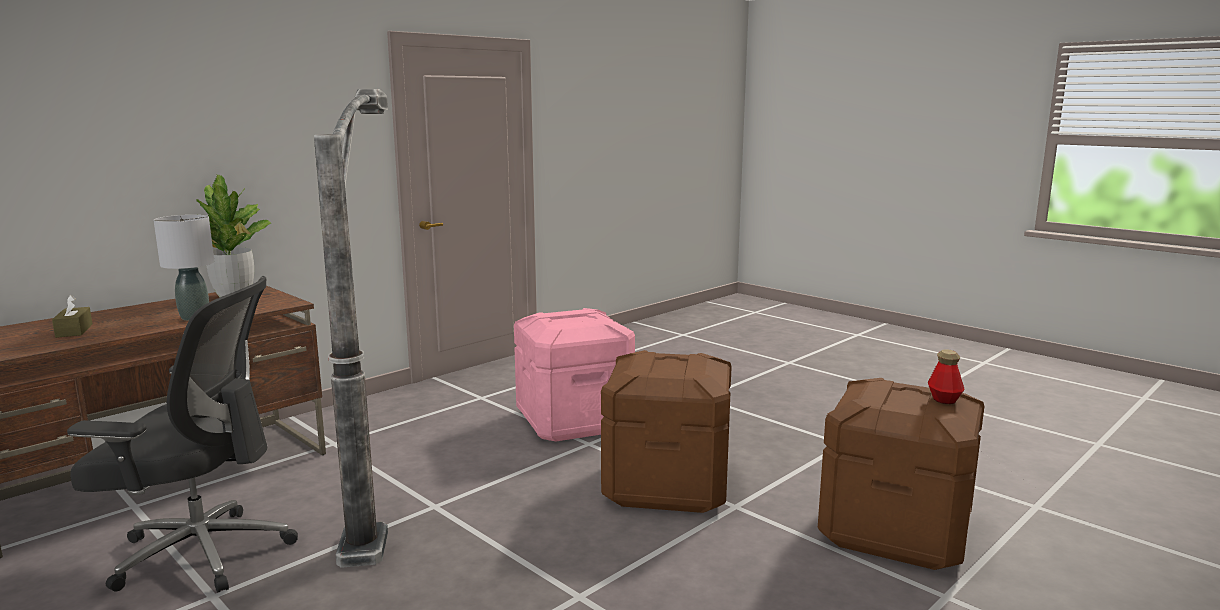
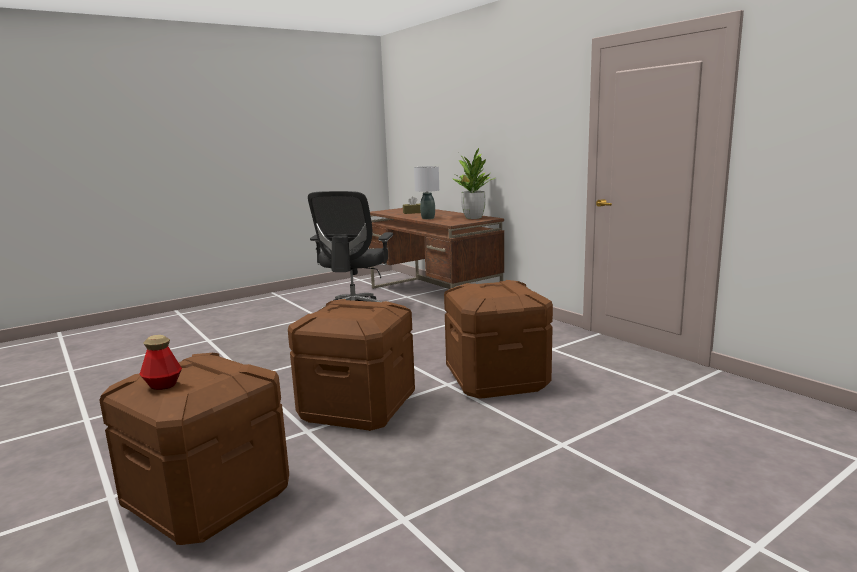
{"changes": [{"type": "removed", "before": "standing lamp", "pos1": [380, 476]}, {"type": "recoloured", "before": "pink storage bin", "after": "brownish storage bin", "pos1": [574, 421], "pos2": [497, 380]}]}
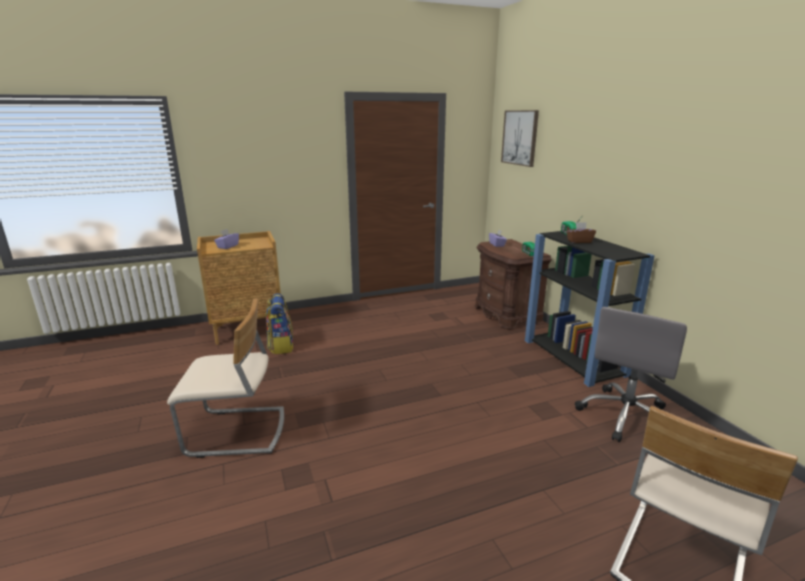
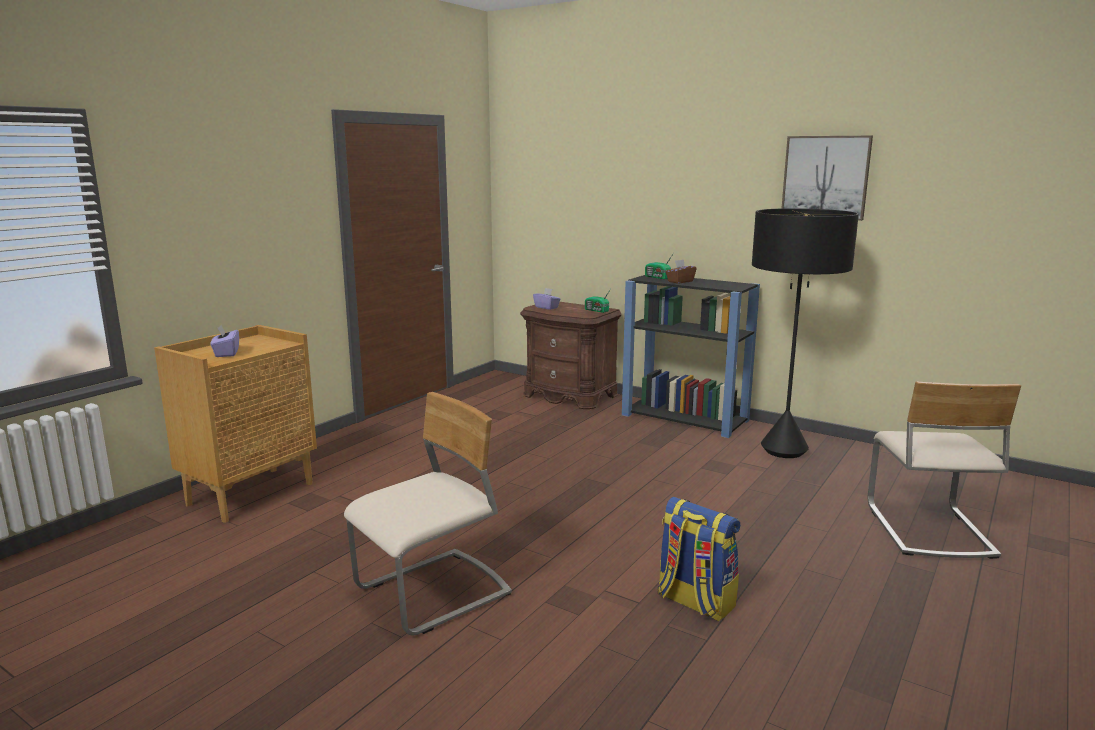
{"changes": [{"type": "moved", "before": "backpack", "pos1": [281, 346], "pos2": [694, 602]}, {"type": "moved", "before": "wall picture", "pos1": [520, 137], "pos2": [825, 177]}, {"type": "replaced", "before": "gray desk chair", "after": "black standing lamp", "pos1": [625, 416], "pos2": [784, 451]}]}
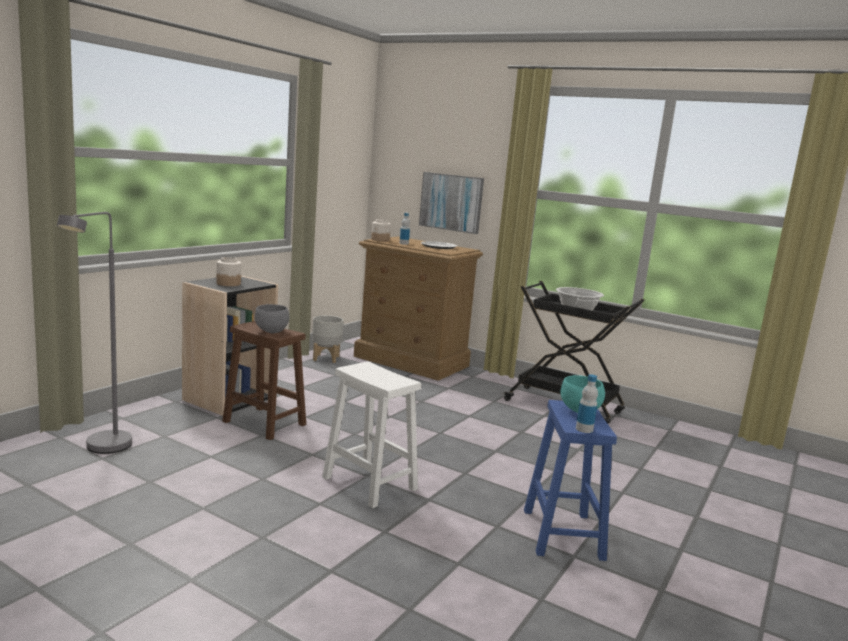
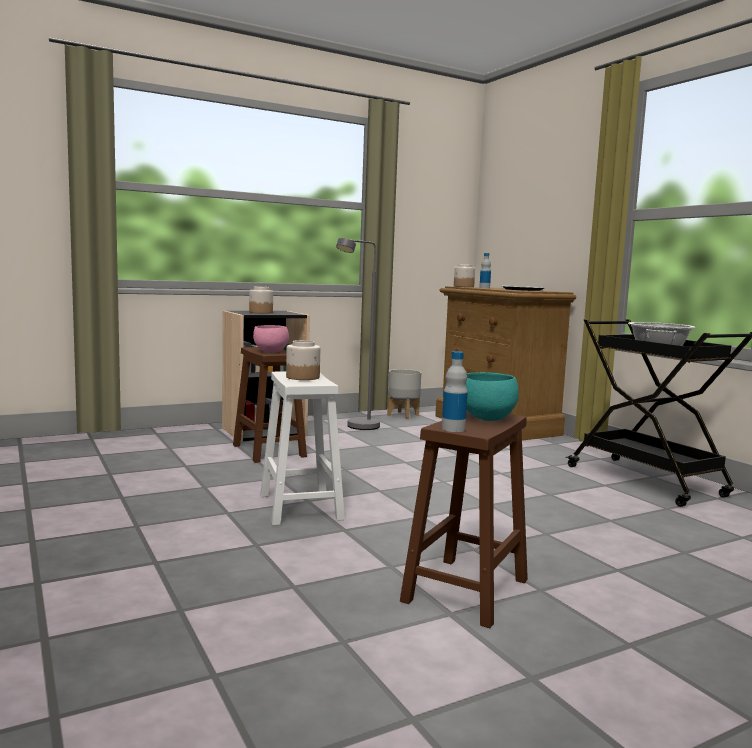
{"changes": [{"type": "moved", "before": "gray standing lamp", "pos1": [102, 449], "pos2": [357, 427]}, {"type": "recoloured", "before": "gray bowl", "after": "pink bowl", "pos1": [271, 331], "pos2": [270, 352]}, {"type": "removed", "before": "wall picture", "pos1": [451, 202]}, {"type": "recoloured", "before": "blue stool", "after": "brownish stool", "pos1": [563, 535], "pos2": [465, 591]}, {"type": "added", "after": "preserve jar", "pos2": [303, 377]}]}
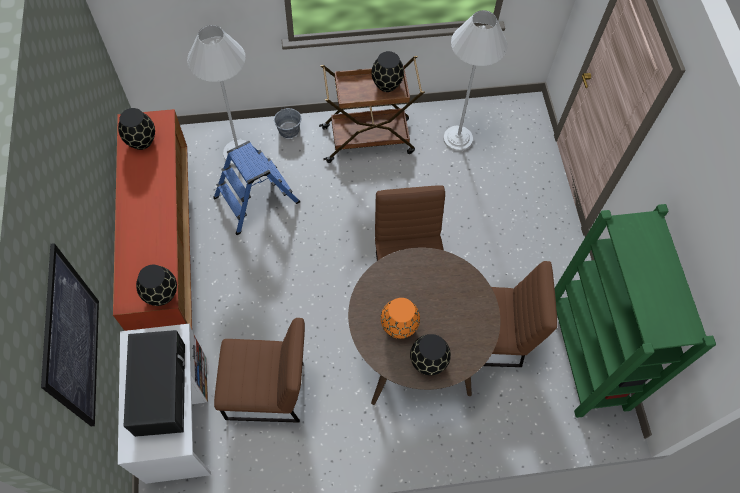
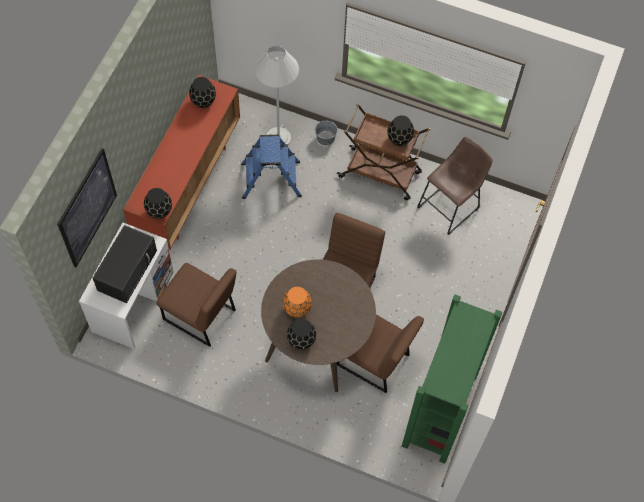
{"changes": [{"type": "replaced", "before": "white standing lamp", "after": "brownish stool", "pos1": [458, 138], "pos2": [451, 206]}]}
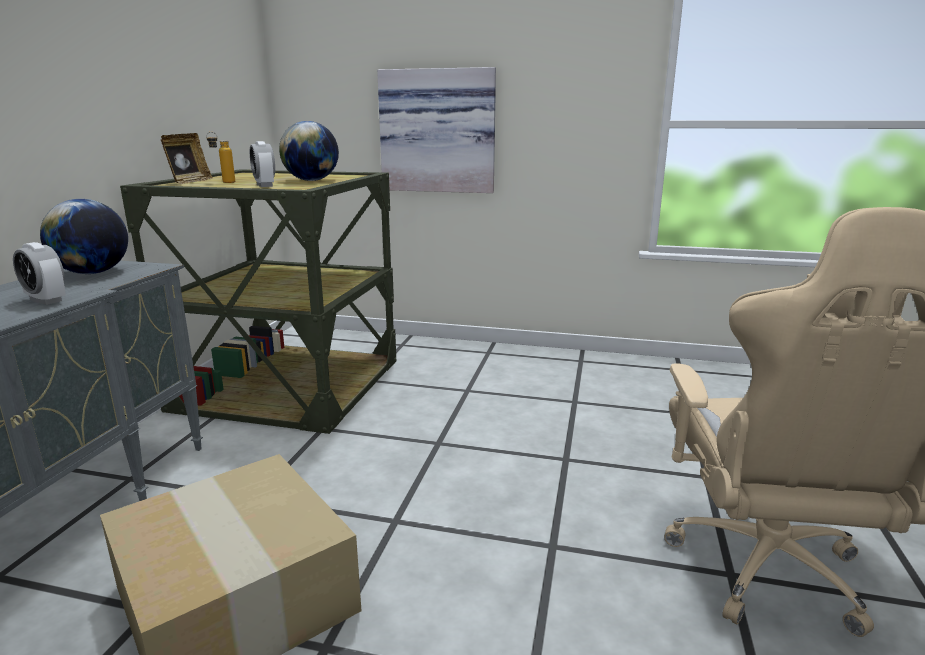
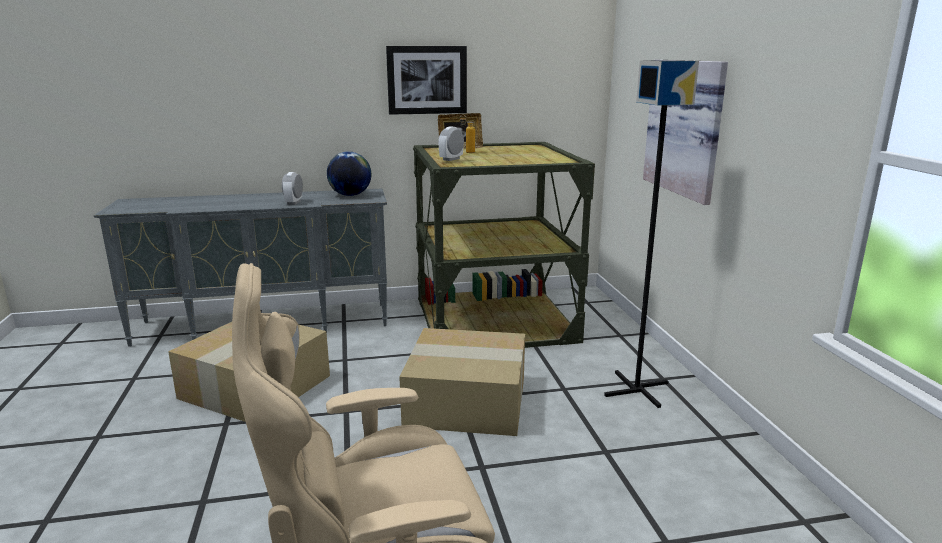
{"changes": [{"type": "removed", "before": "world globe", "pos1": [311, 180]}, {"type": "added", "after": "wall picture", "pos2": [427, 80]}, {"type": "added", "after": "cardboard box", "pos2": [468, 400]}, {"type": "added", "after": "black standing lamp", "pos2": [637, 389]}]}
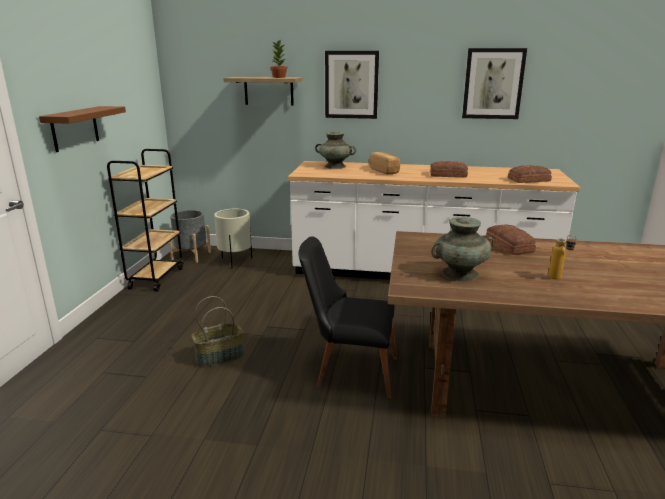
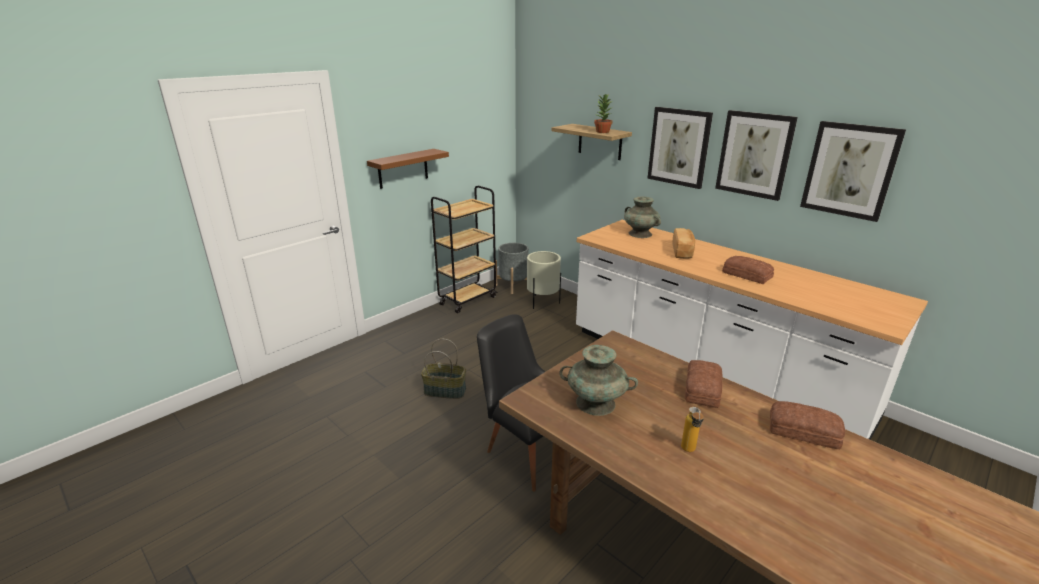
{"changes": [{"type": "moved", "before": "bread", "pos1": [529, 180], "pos2": [804, 432]}, {"type": "added", "after": "wall picture", "pos2": [754, 154]}]}
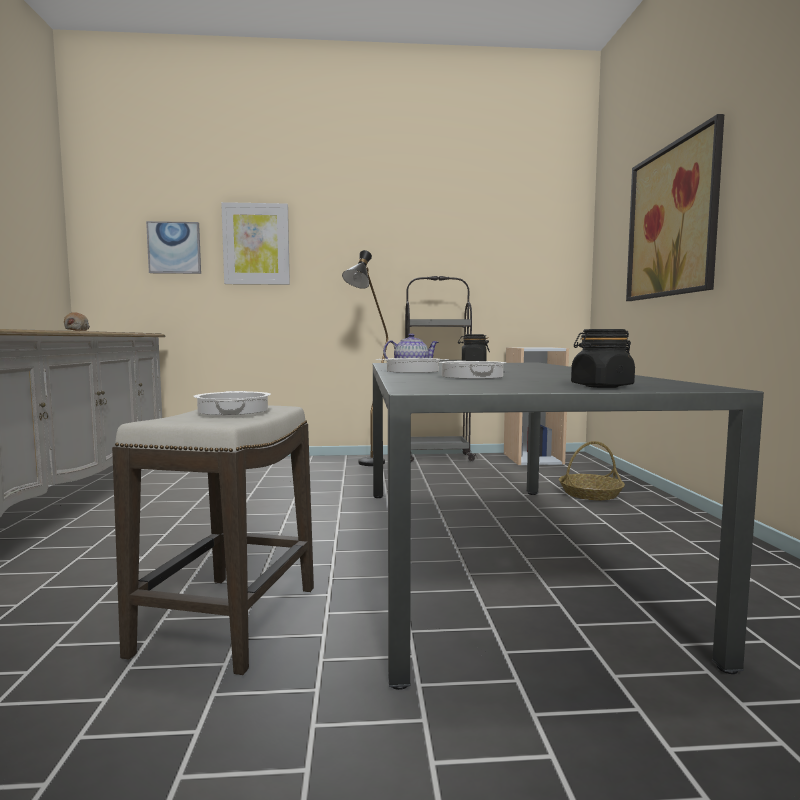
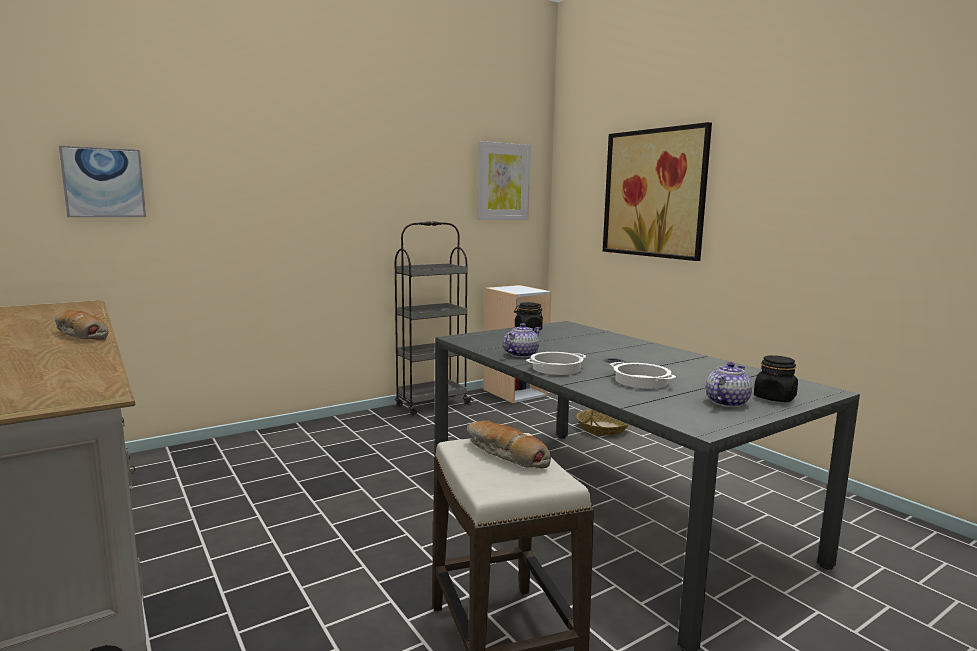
{"changes": [{"type": "replaced", "before": "cooking pot", "after": "bread", "pos1": [232, 410], "pos2": [504, 455]}, {"type": "moved", "before": "wall picture", "pos1": [256, 244], "pos2": [503, 182]}, {"type": "removed", "before": "black standing lamp", "pos1": [367, 465]}, {"type": "added", "after": "pot for tea", "pos2": [726, 402]}]}
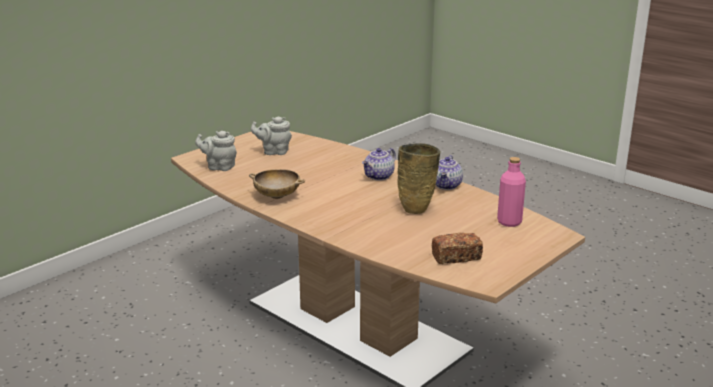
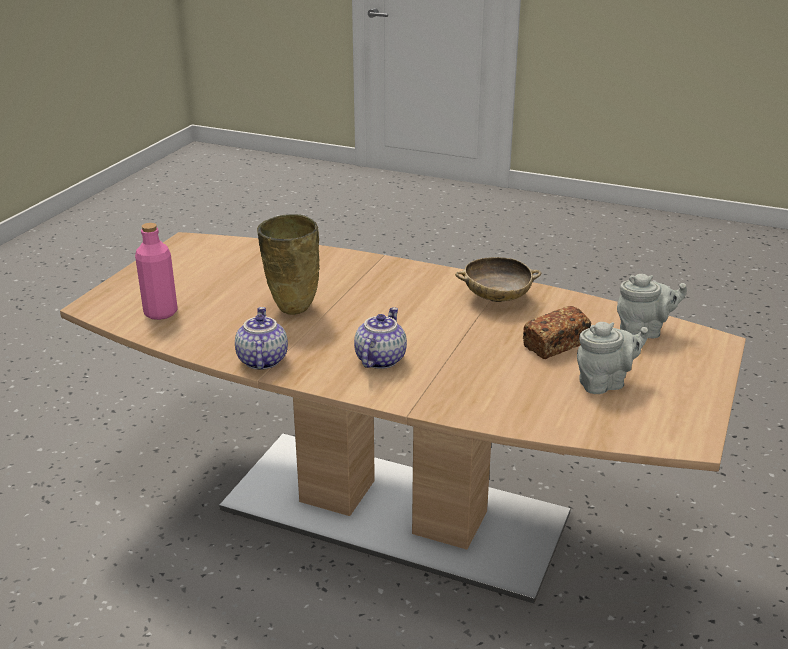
{"changes": [{"type": "moved", "before": "bread", "pos1": [456, 257], "pos2": [555, 345]}]}
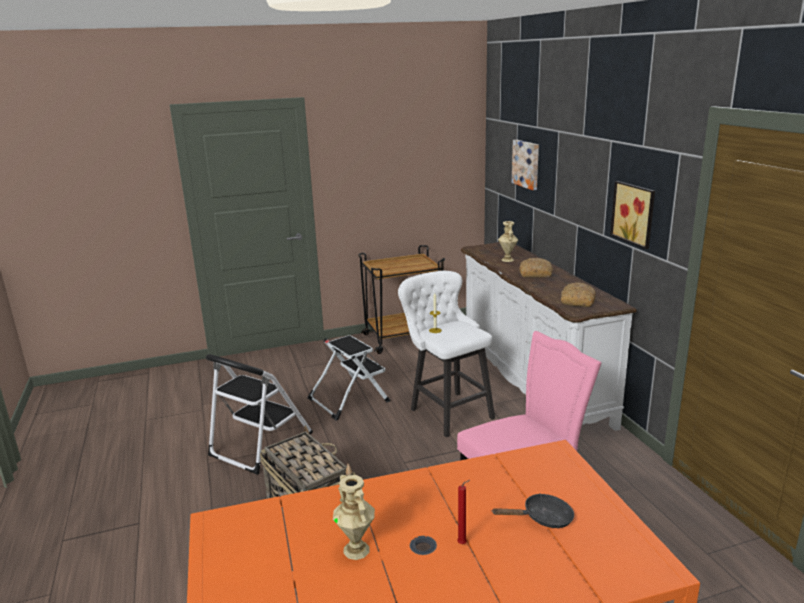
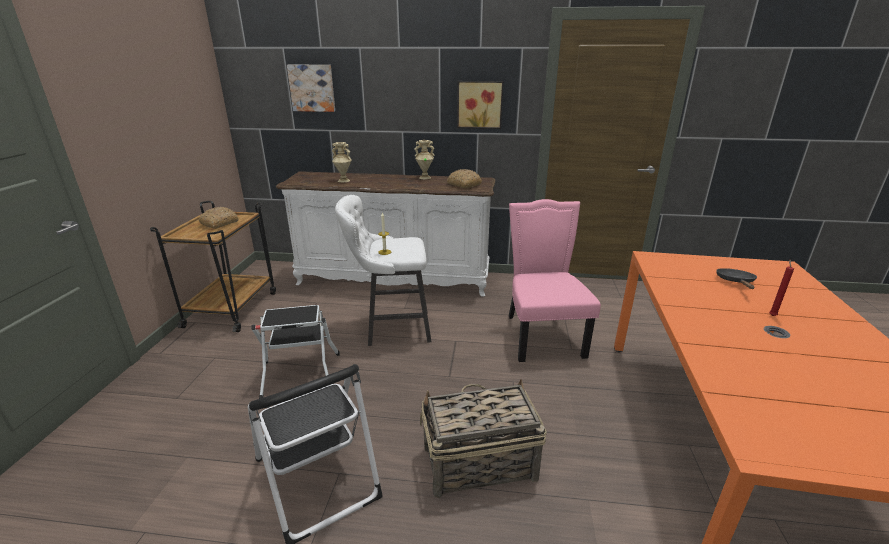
{"changes": [{"type": "moved", "before": "beige flower vase", "pos1": [357, 549], "pos2": [425, 177]}, {"type": "moved", "before": "bread", "pos1": [536, 274], "pos2": [220, 223]}]}
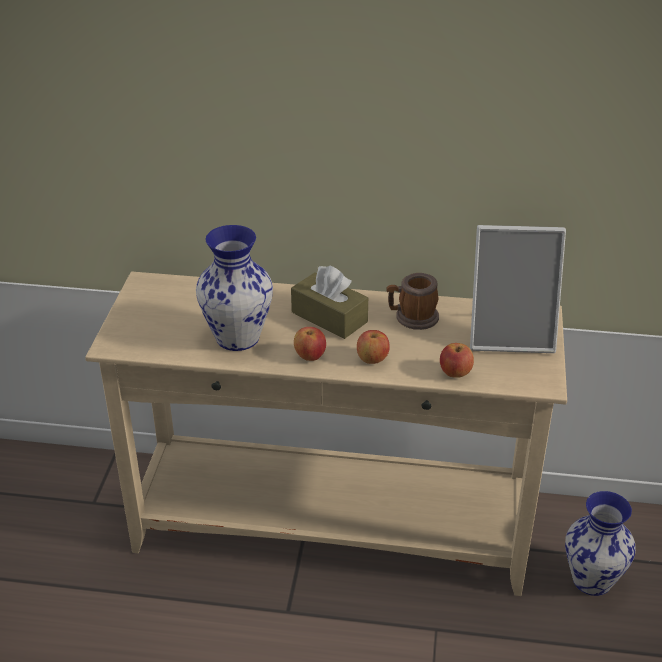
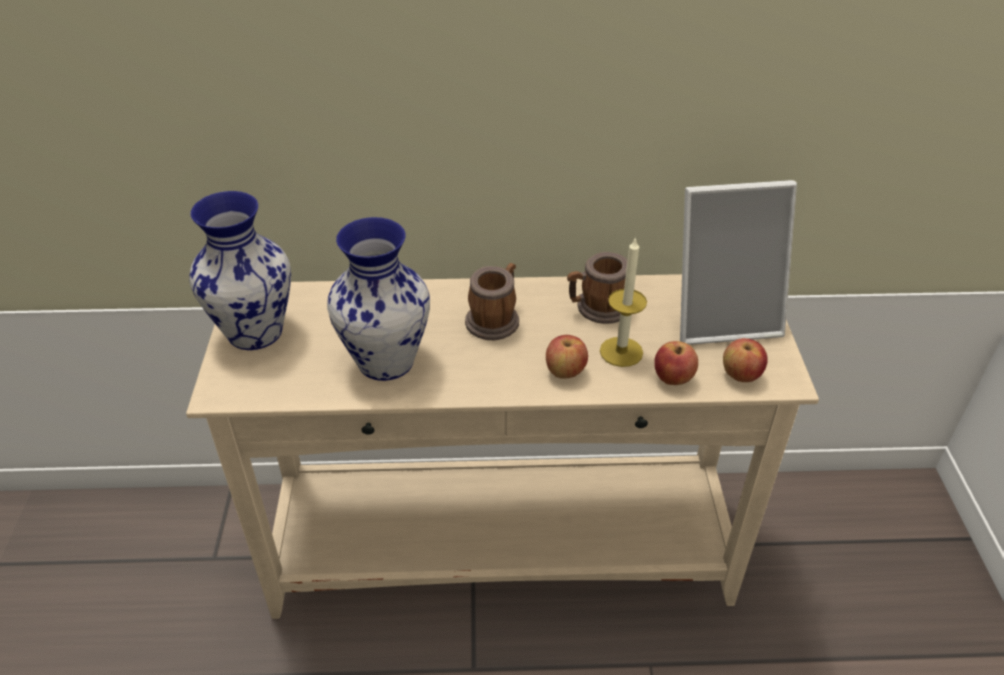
{"changes": [{"type": "replaced", "before": "brownish tissue box", "after": "tea mug", "pos1": [329, 317], "pos2": [495, 319]}, {"type": "moved", "before": "apple", "pos1": [310, 356], "pos2": [741, 375]}, {"type": "moved", "before": "flower vase", "pos1": [592, 579], "pos2": [256, 331]}, {"type": "added", "after": "wax light", "pos2": [621, 352]}]}
